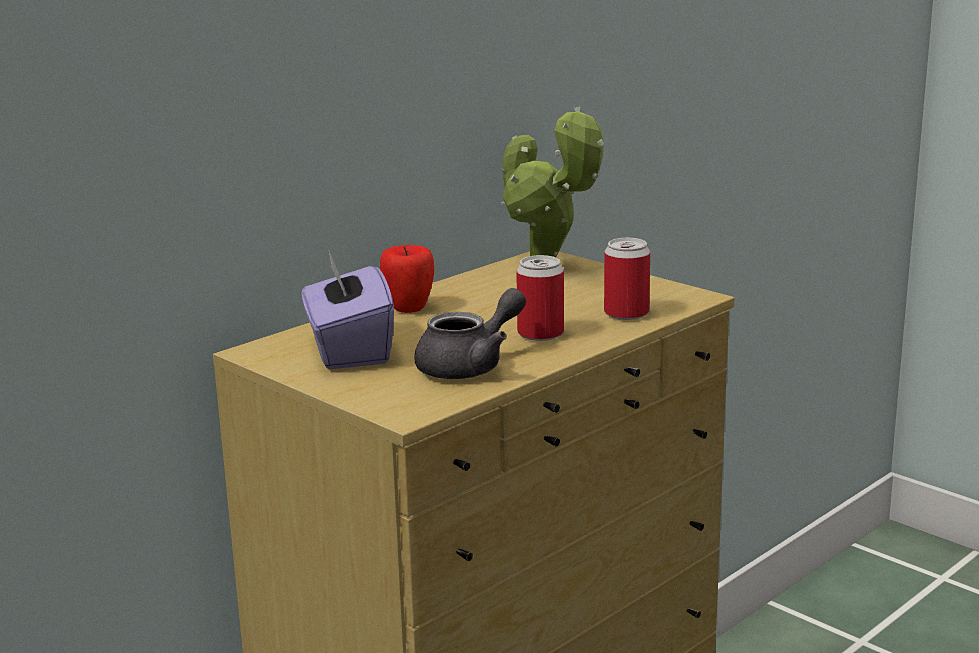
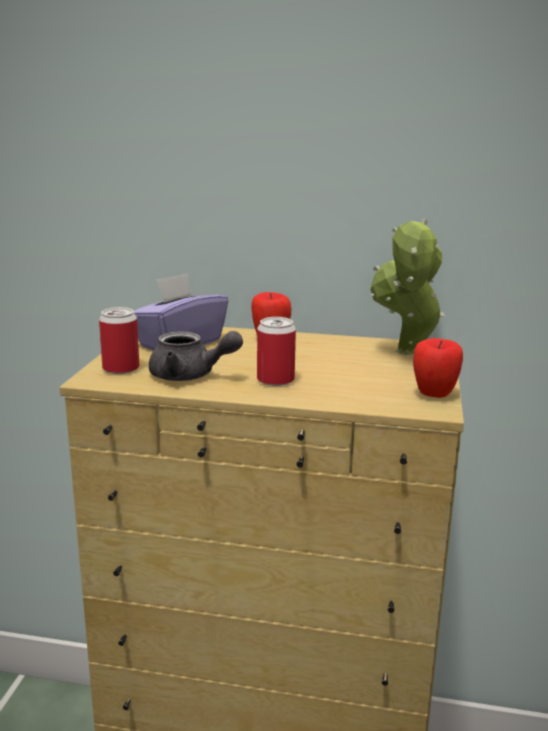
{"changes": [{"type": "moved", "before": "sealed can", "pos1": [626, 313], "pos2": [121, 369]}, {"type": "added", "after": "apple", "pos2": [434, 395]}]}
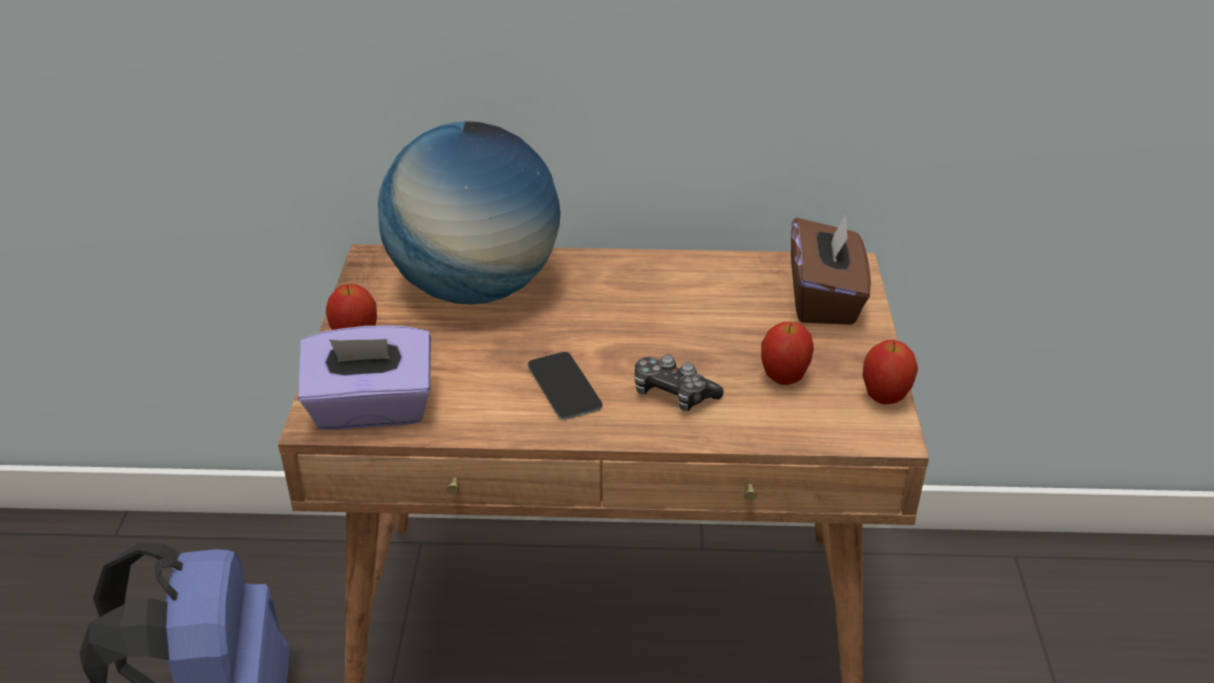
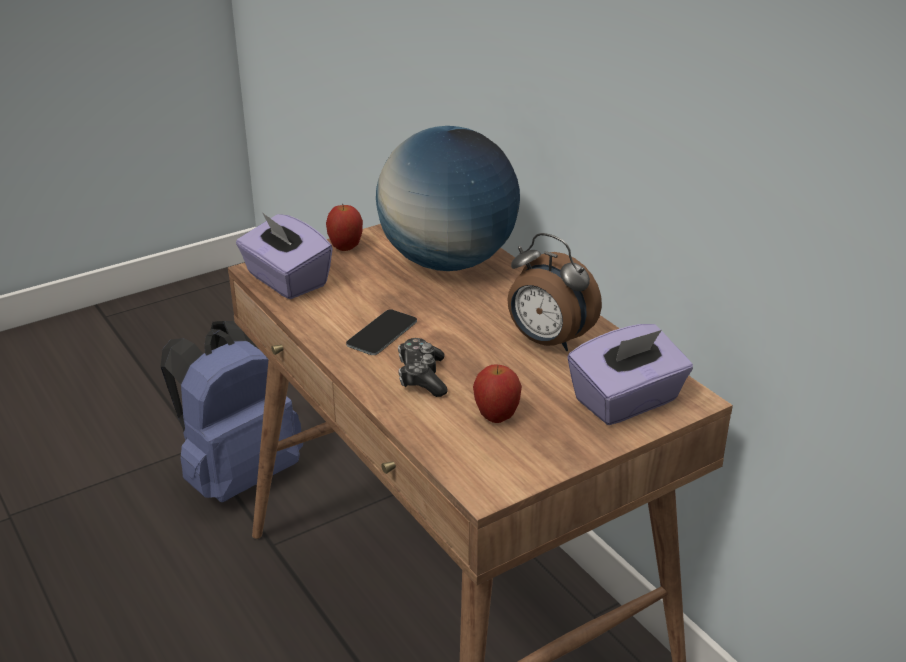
{"changes": [{"type": "recoloured", "before": "brownish tissue box", "after": "purple tissue box", "pos1": [824, 299], "pos2": [627, 401]}, {"type": "removed", "before": "apple", "pos1": [884, 398]}, {"type": "added", "after": "alarm clock", "pos2": [547, 341]}]}
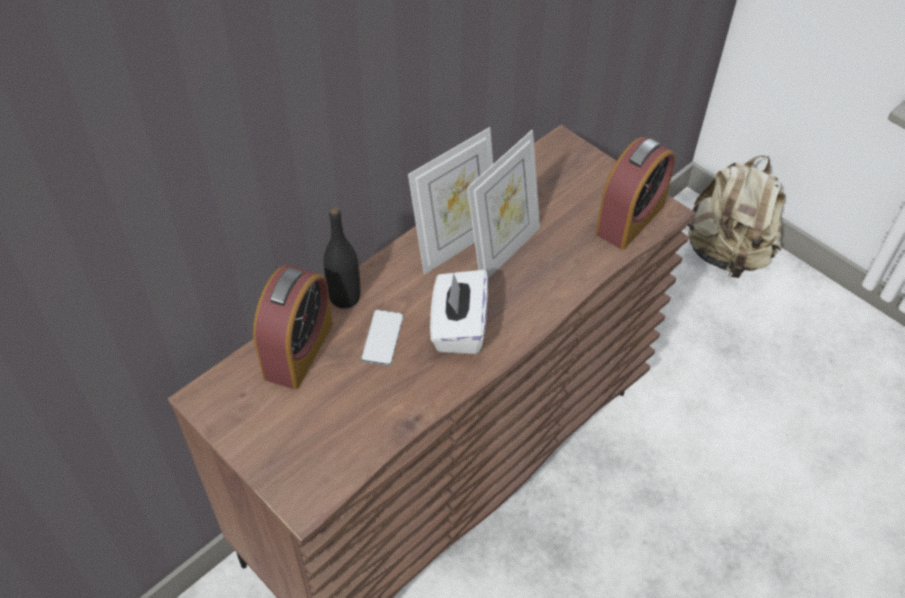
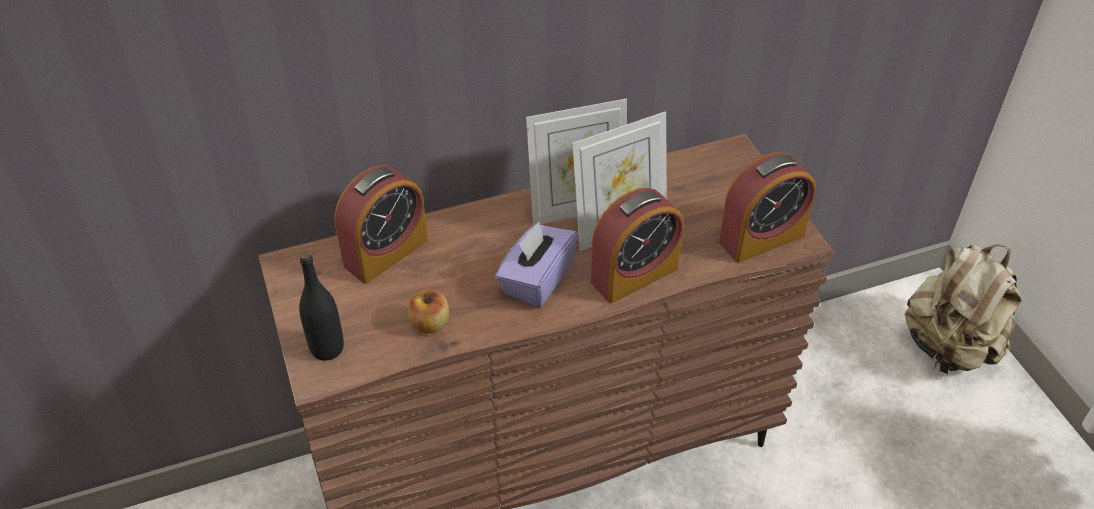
{"changes": [{"type": "moved", "before": "black drink bottle", "pos1": [345, 297], "pos2": [327, 348]}, {"type": "removed", "before": "phone", "pos1": [382, 338]}, {"type": "recoloured", "before": "white tissue box", "after": "purple tissue box", "pos1": [458, 327], "pos2": [536, 280]}, {"type": "added", "after": "apple", "pos2": [430, 324]}, {"type": "added", "after": "alarm clock", "pos2": [634, 274]}]}
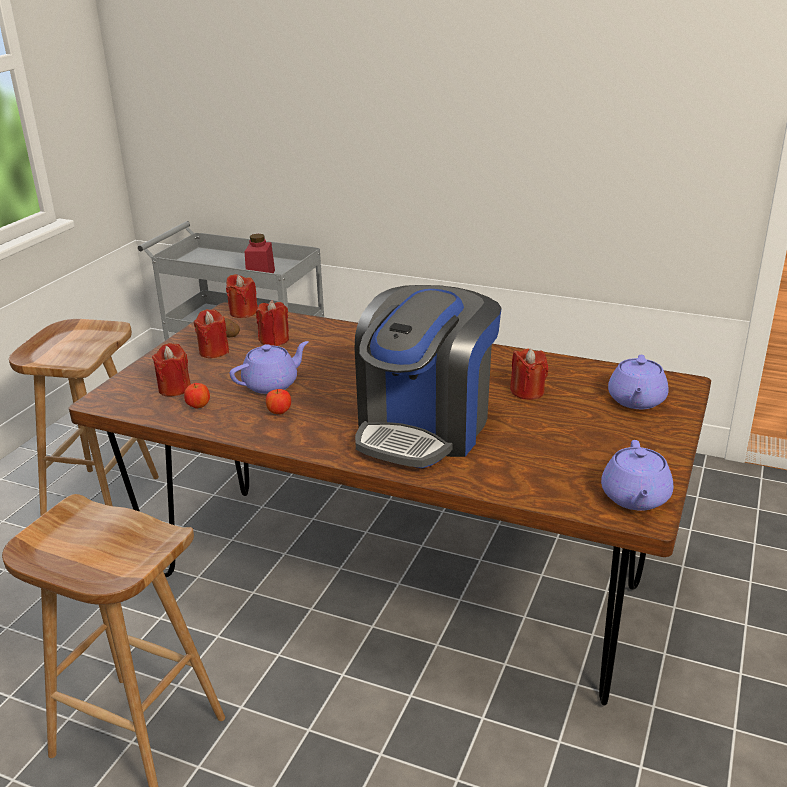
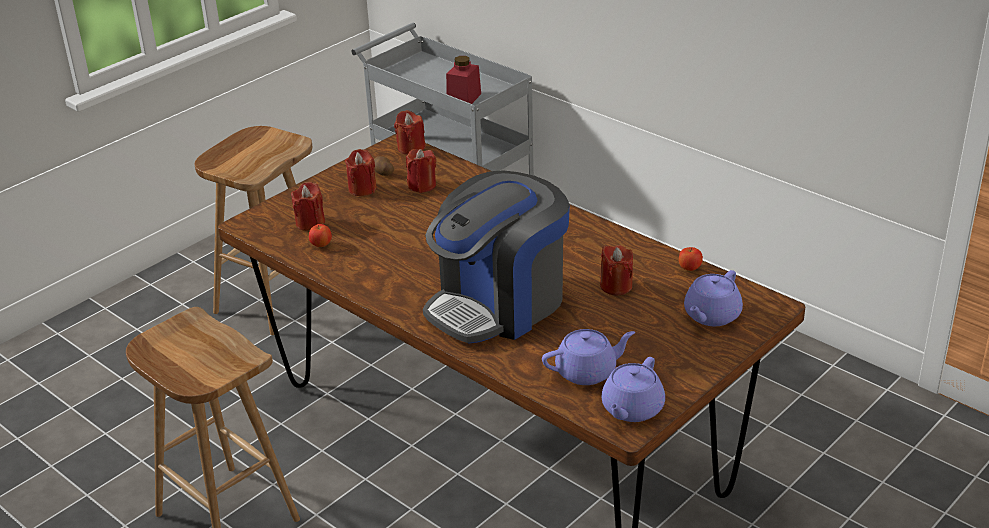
{"changes": [{"type": "moved", "before": "purple pot for tea", "pos1": [272, 384], "pos2": [587, 371]}, {"type": "moved", "before": "apple", "pos1": [279, 412], "pos2": [689, 269]}]}
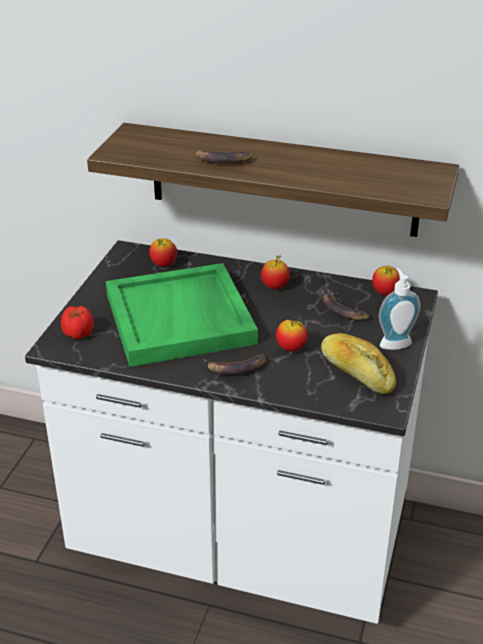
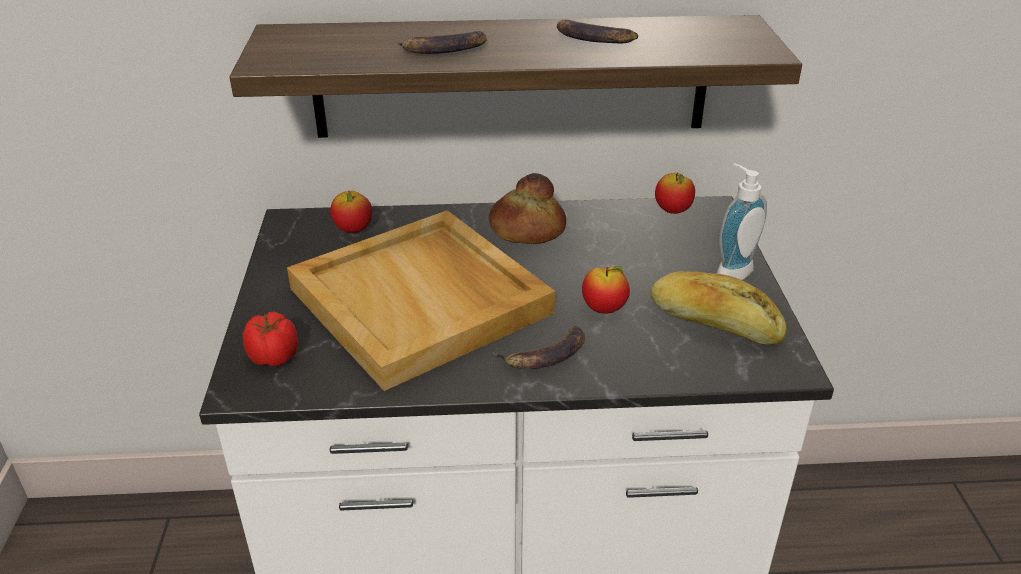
{"changes": [{"type": "recoloured", "before": "green tray", "after": "beige tray", "pos1": [181, 319], "pos2": [422, 301]}, {"type": "replaced", "before": "apple", "after": "bread", "pos1": [275, 286], "pos2": [526, 230]}, {"type": "moved", "before": "banana", "pos1": [344, 311], "pos2": [593, 39]}]}
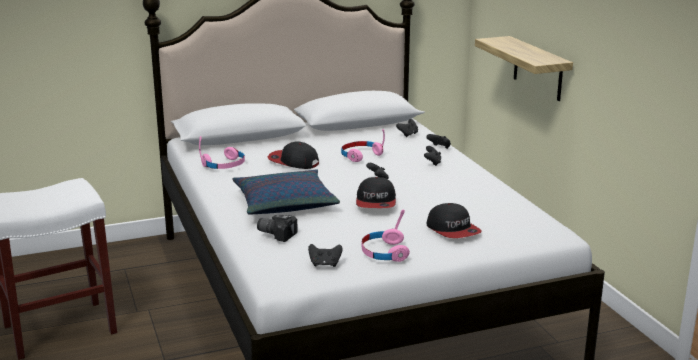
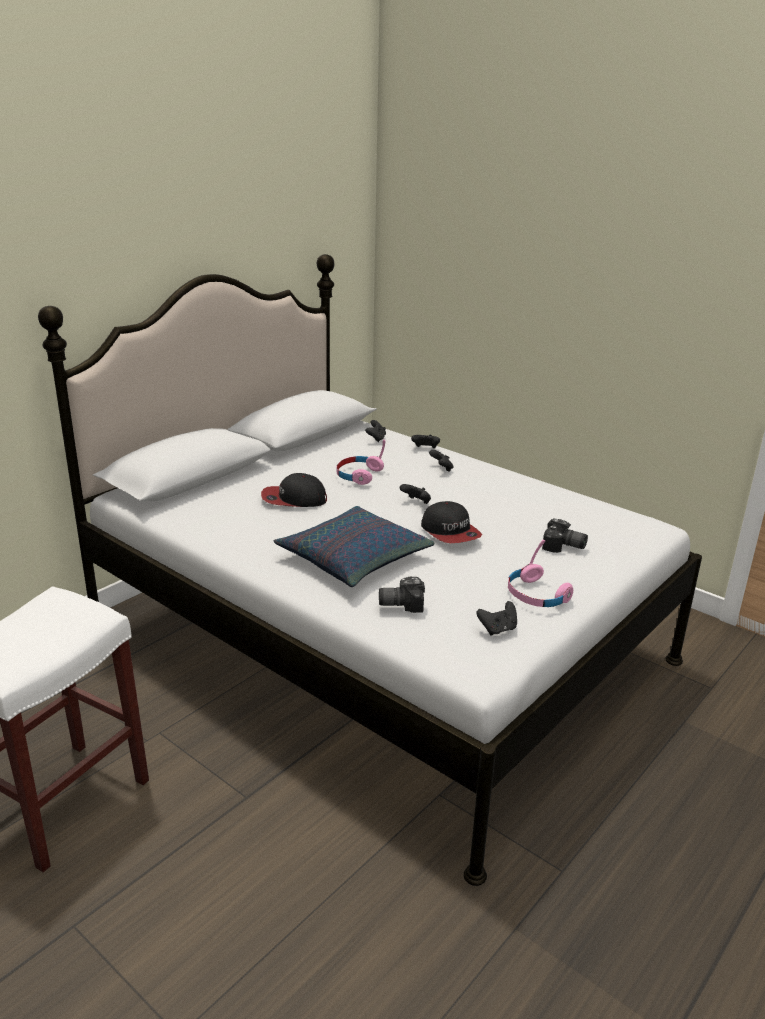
{"changes": [{"type": "removed", "before": "pink headset", "pos1": [224, 165]}, {"type": "replaced", "before": "baseball cap", "after": "photo camera", "pos1": [453, 230], "pos2": [563, 547]}, {"type": "removed", "before": "wall shelf", "pos1": [538, 69]}]}
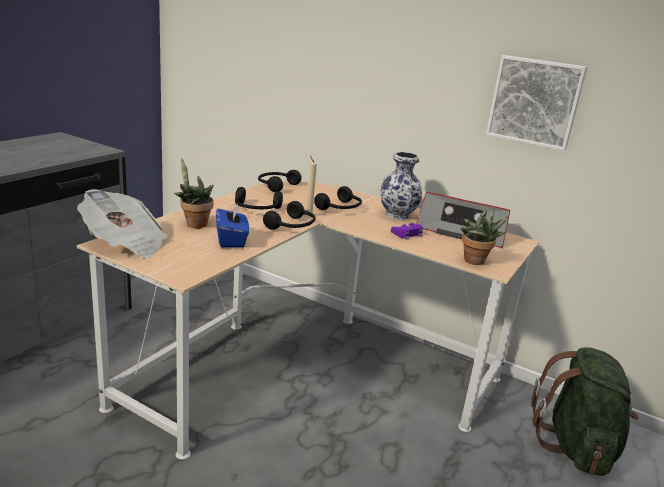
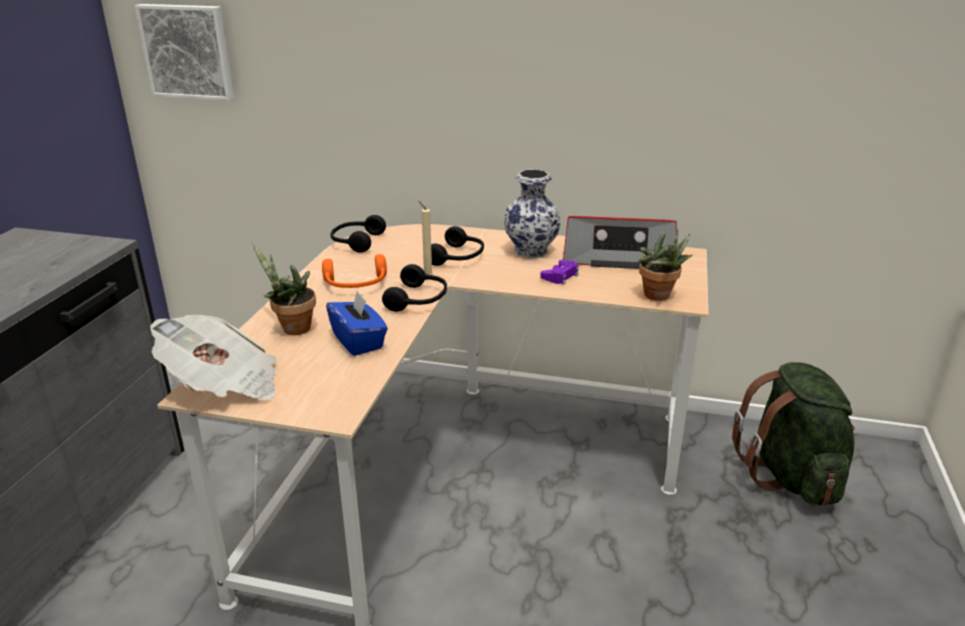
{"changes": [{"type": "recoloured", "before": "black headset", "after": "orangey headset", "pos1": [256, 209], "pos2": [356, 285]}, {"type": "moved", "before": "wall picture", "pos1": [535, 102], "pos2": [188, 51]}]}
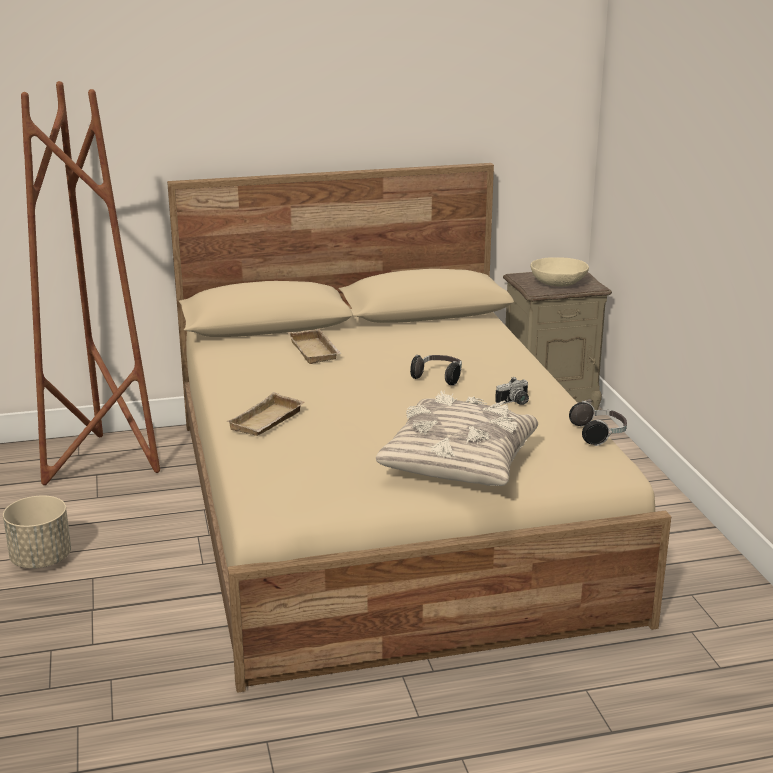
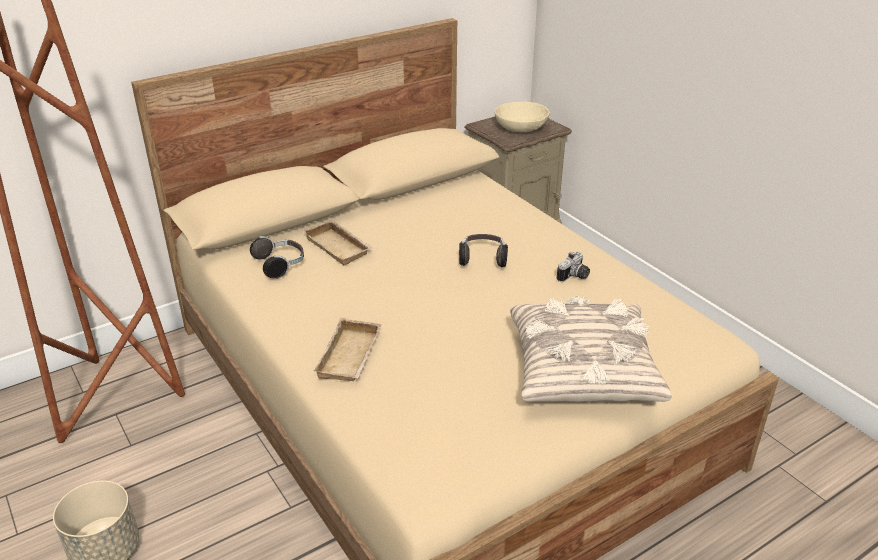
{"changes": [{"type": "moved", "before": "headset", "pos1": [599, 434], "pos2": [280, 265]}]}
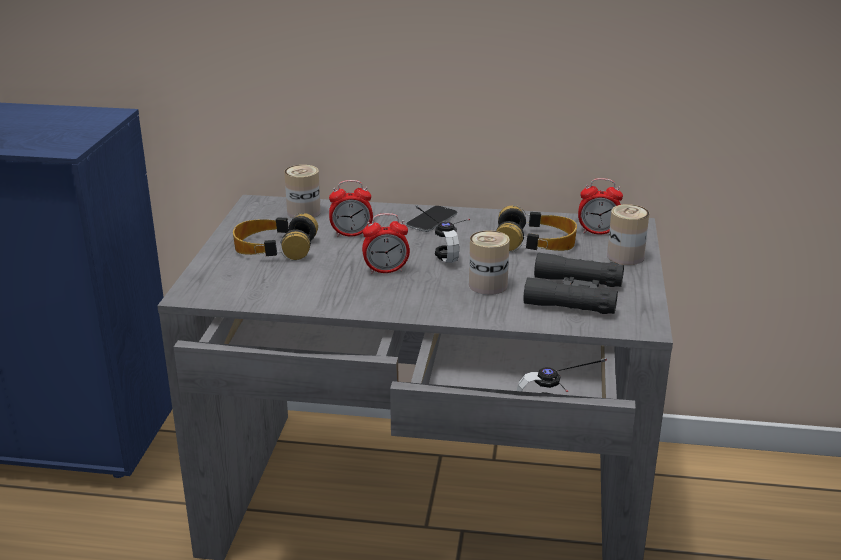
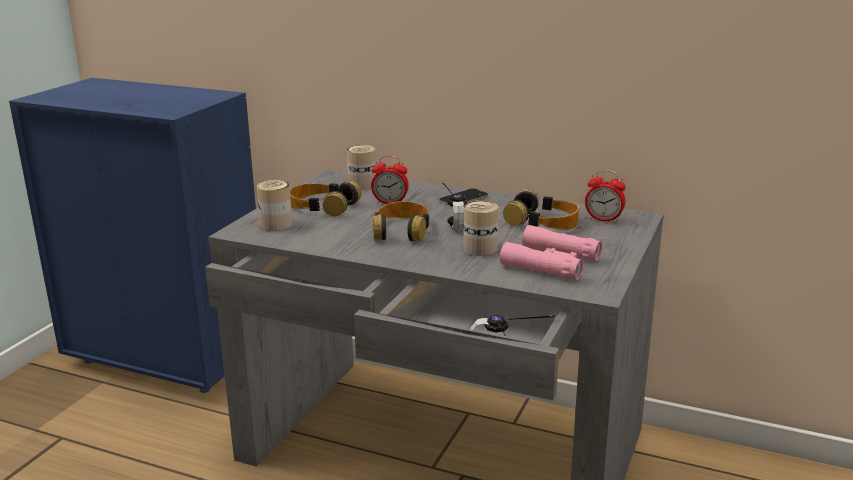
{"changes": [{"type": "replaced", "before": "alarm clock", "after": "headset", "pos1": [386, 271], "pos2": [401, 230]}, {"type": "recoloured", "before": "black binoculars", "after": "pink binoculars", "pos1": [573, 294], "pos2": [551, 262]}, {"type": "moved", "before": "sealed can", "pos1": [625, 256], "pos2": [276, 225]}]}
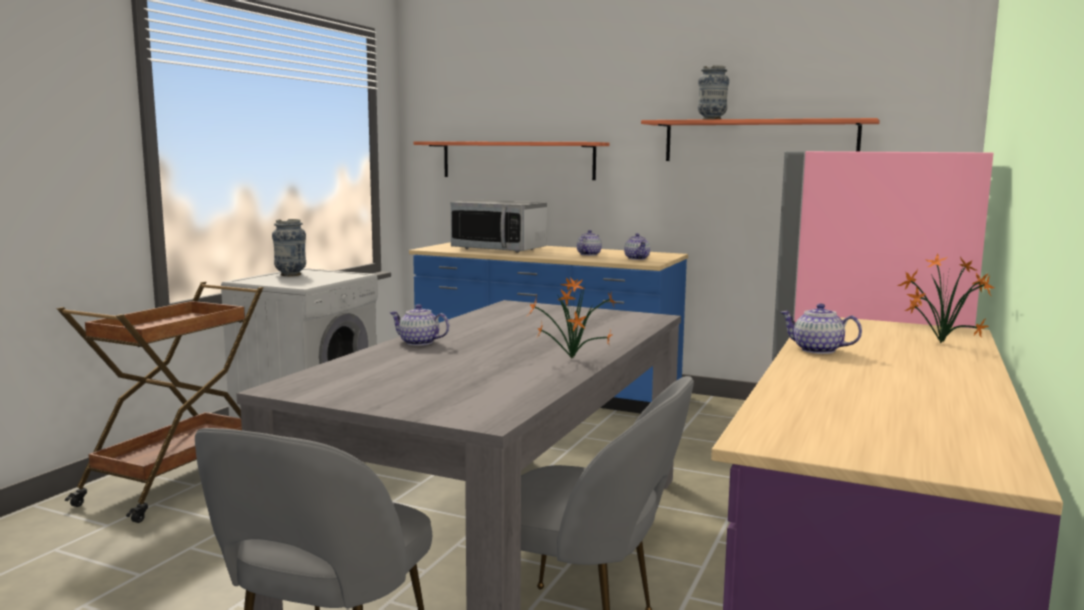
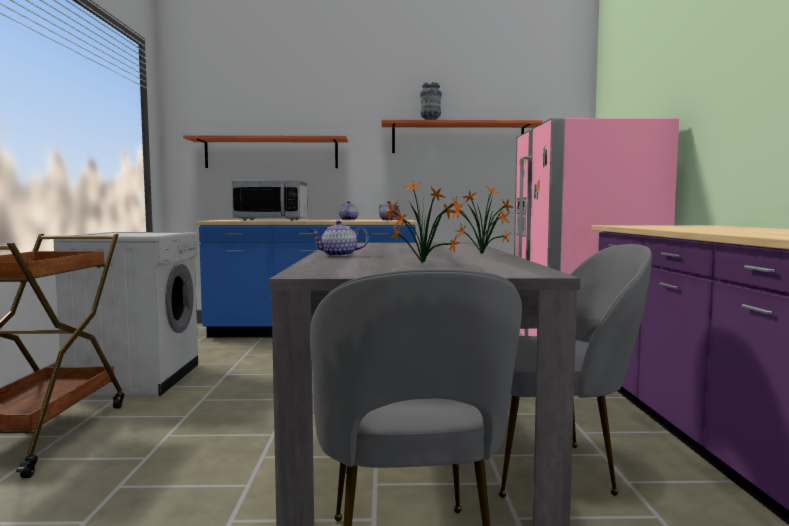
{"changes": [{"type": "removed", "before": "flower vase", "pos1": [290, 275]}, {"type": "removed", "before": "pot for tea", "pos1": [817, 350]}, {"type": "moved", "before": "potted plant", "pos1": [939, 342], "pos2": [420, 263]}]}
